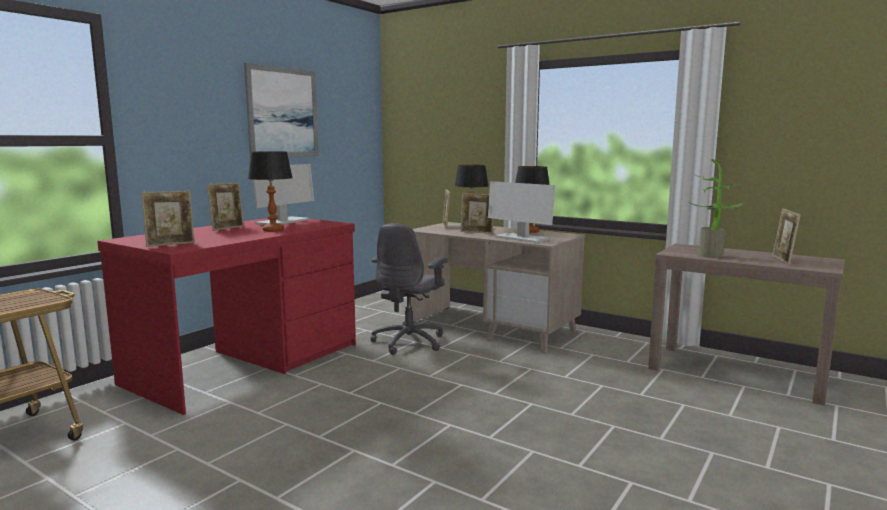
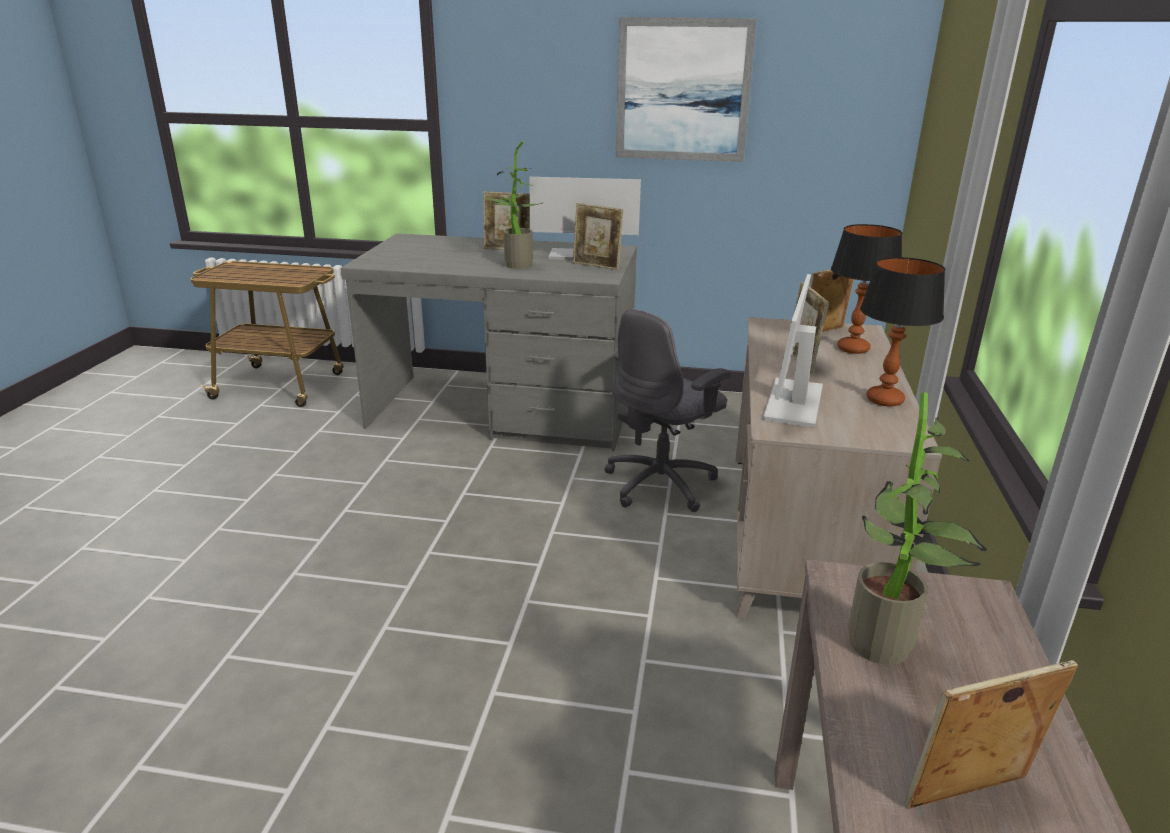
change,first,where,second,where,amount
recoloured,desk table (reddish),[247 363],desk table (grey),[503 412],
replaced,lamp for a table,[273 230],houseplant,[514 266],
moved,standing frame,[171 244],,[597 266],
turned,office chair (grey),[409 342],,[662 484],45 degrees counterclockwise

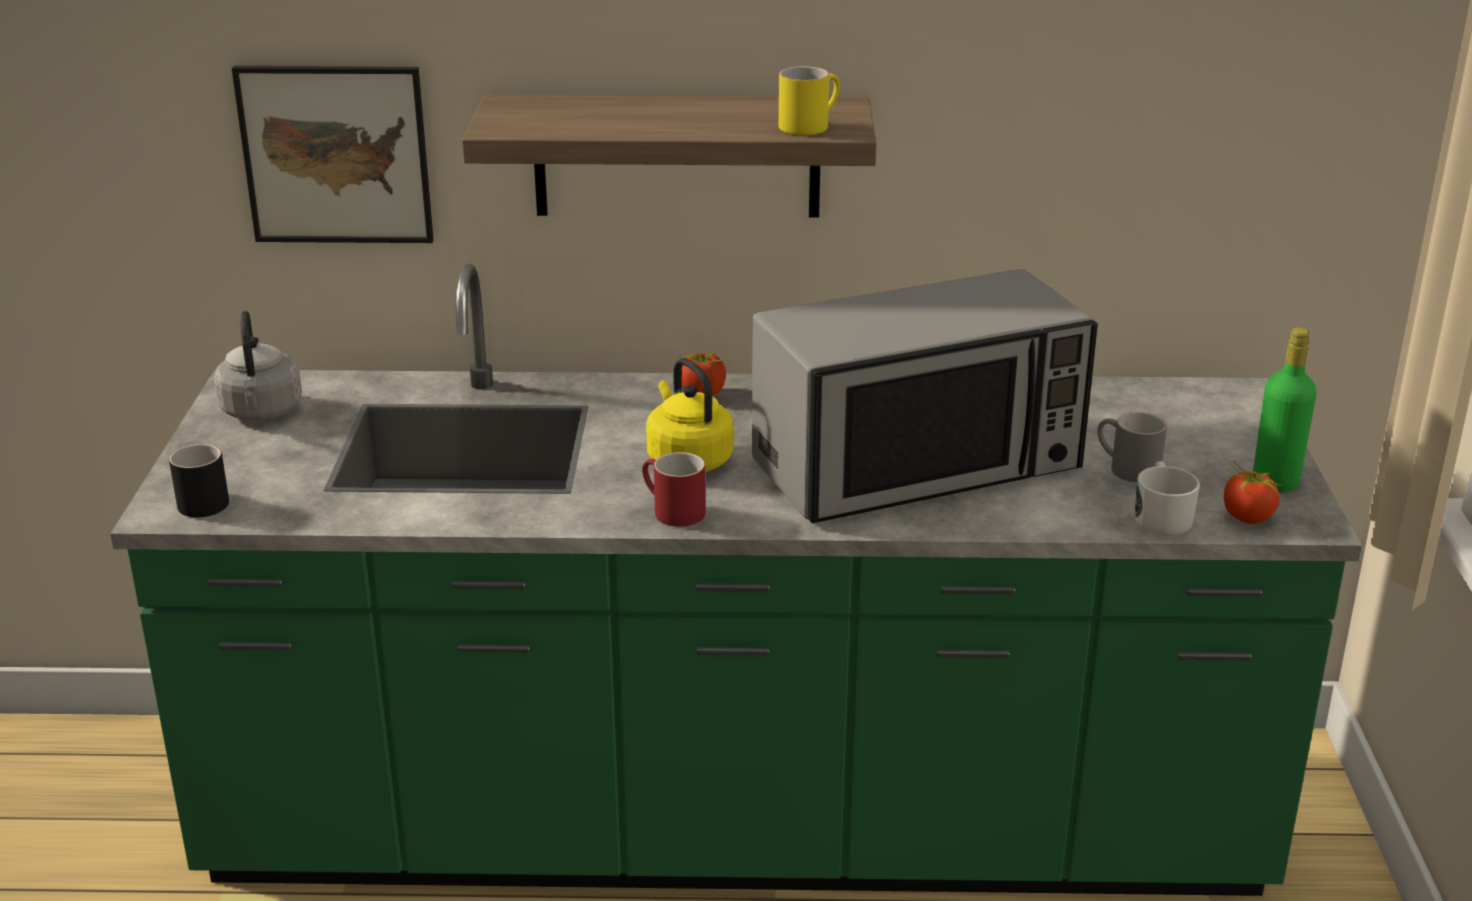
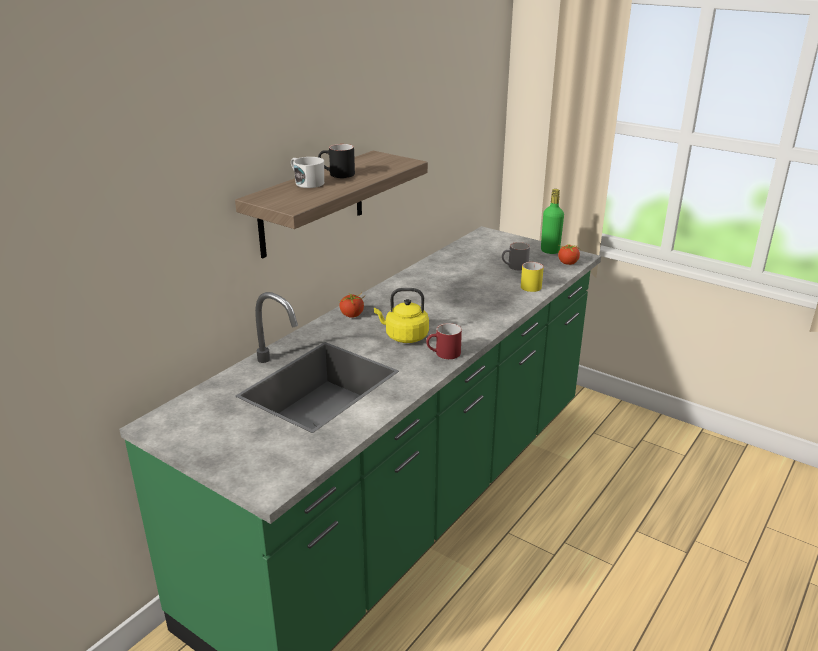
change,first,where,second,where,amount
moved,mug (white-coloured),[1161 516],,[307 183],
moved,mug (black),[197 501],,[337 174],
moved,mug (yellow-coloured),[809 125],,[529 285],
removed,water kettle (grey),[261 412],,,
removed,wall art,[336 154],,,
removed,kitchen microwave,[919 466],,,

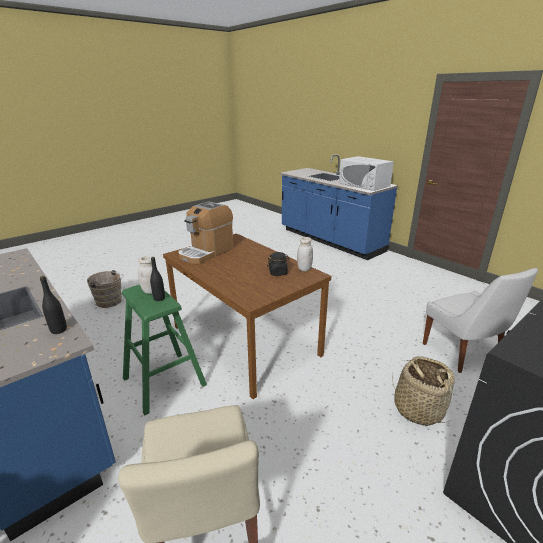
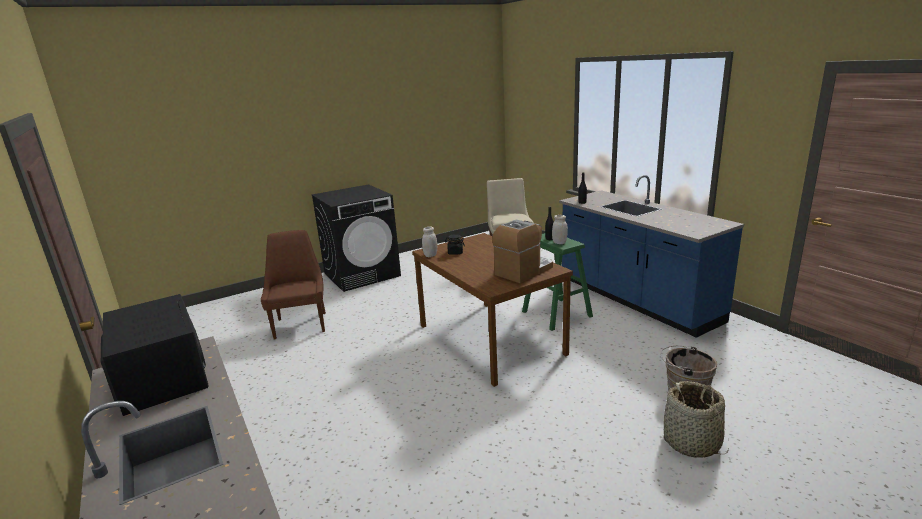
change,first,where,second,where,amount
recoloured,kitchen microwave (white-coloured),[364 184],kitchen microwave (black),[162 375],
recoloured,plain chair (white-coloured),[463 353],plain chair (brown-coloured),[301 324],
moved,storage basket,[418 409],,[692 443],

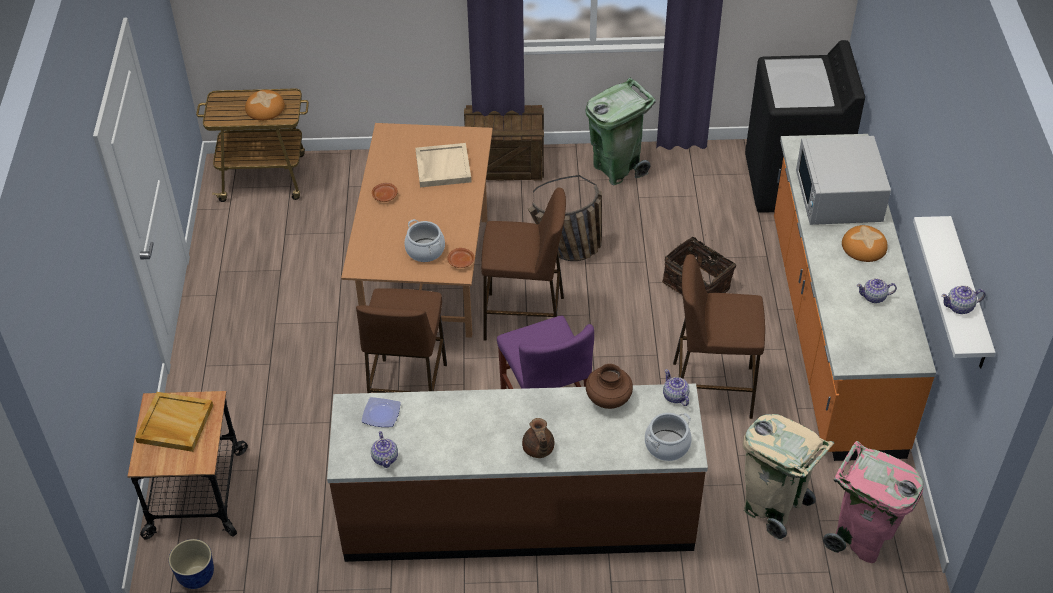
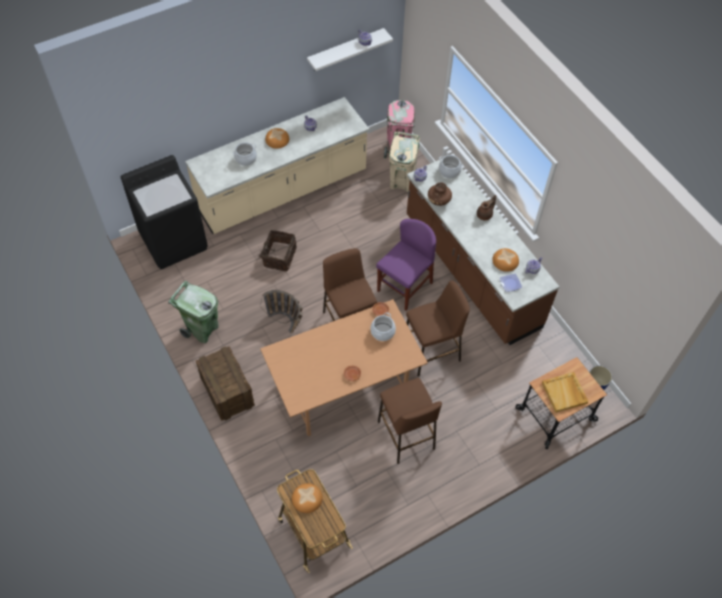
change,first,where,second,where,amount
recoloured,counter (orangey),[832 334],counter (beige-coloured),[283 191],
replaced,kitchen microwave (white-coloured),[838 197],saucepot,[245 158],
moved,sitting stool (brown-coloured),[711 390],,[406 435],
added,,,baked bread,[505 261],
removed,serving tray (beige-coloured),[442 167],,,

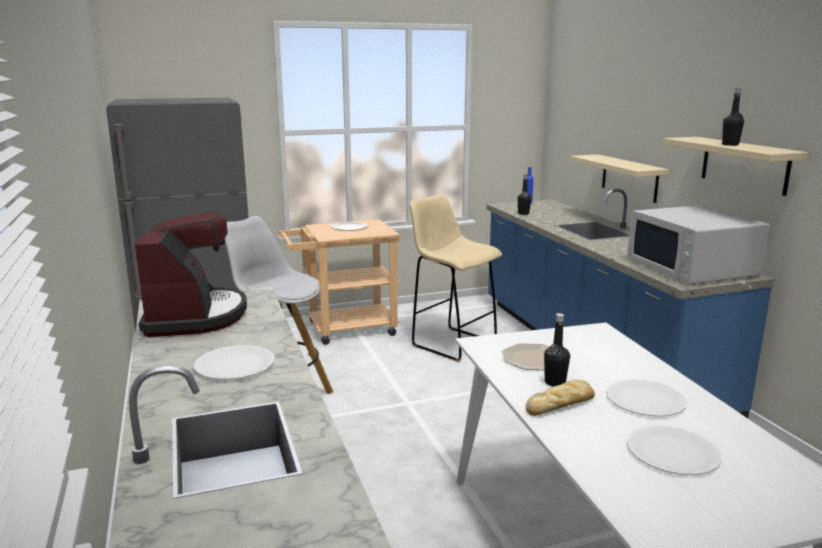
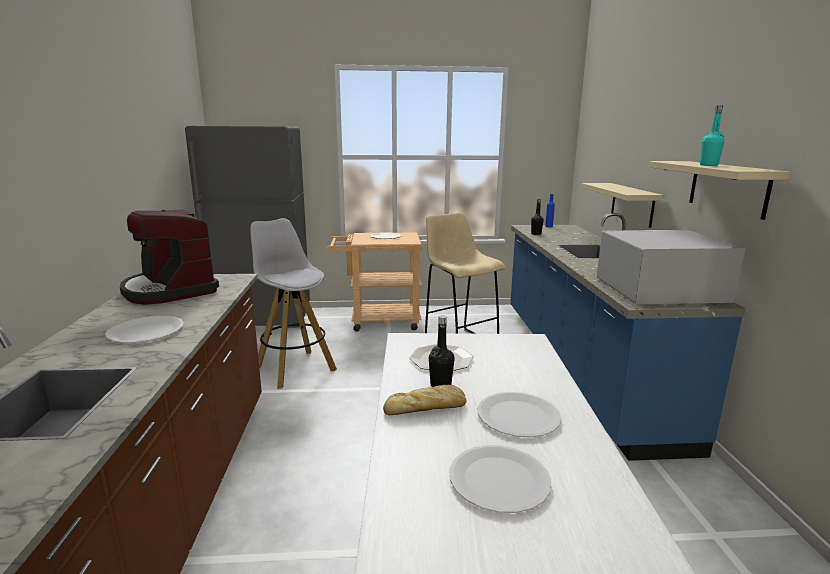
change,first,where,second,where,amount
turned,coffee machine,[194 316],,[170 290],135 degrees clockwise
turned,kitchen microwave (white-coloured),[691 269],,[658 291],90 degrees clockwise
recoloured,bottle (black),[730 144],bottle (turquoise),[708 165],

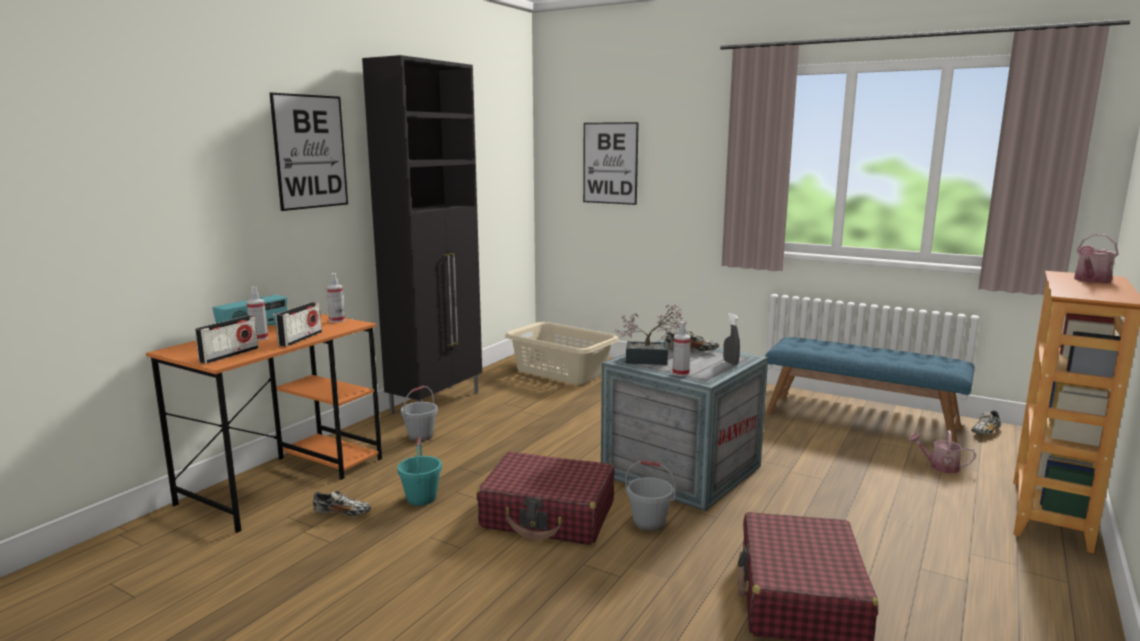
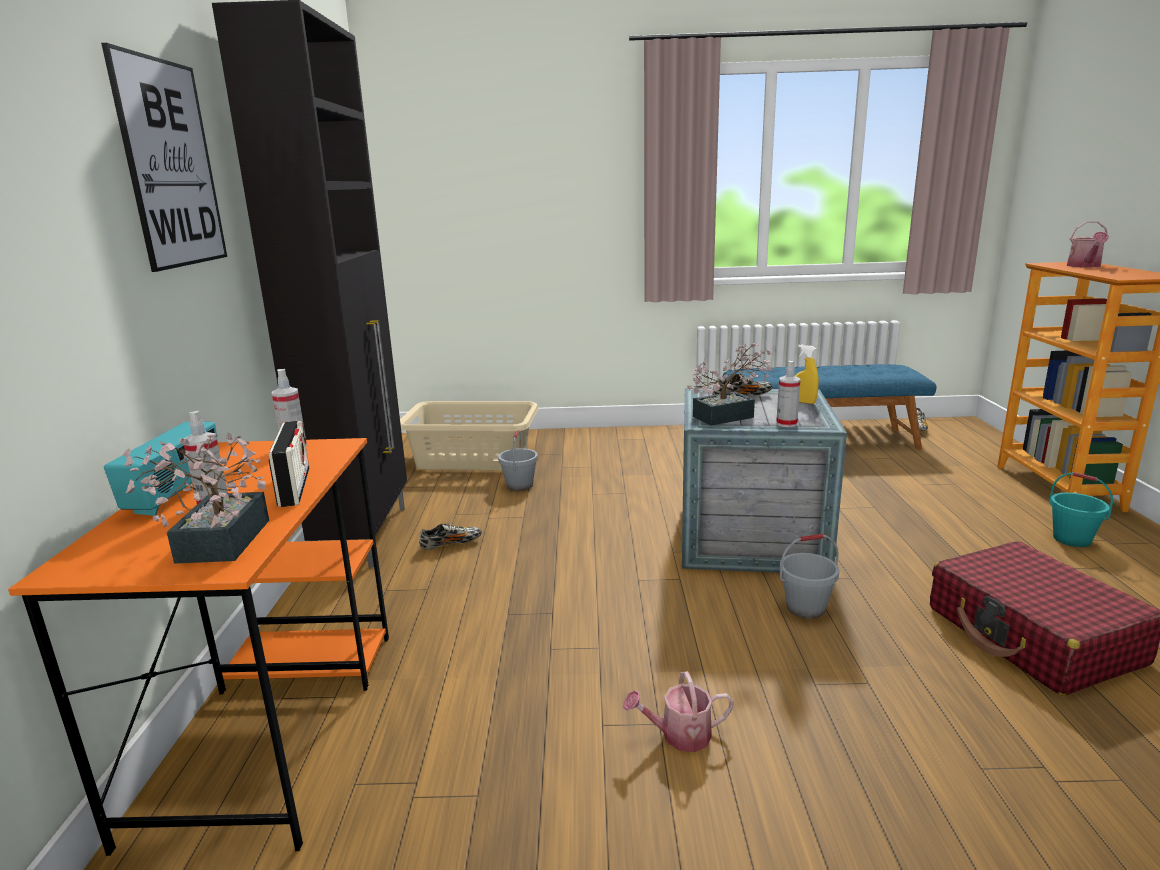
change,first,where,second,where,amount
replaced,radio,[229 355],houseplant,[217 546],
moved,shoe,[342 513],,[451 544],
moved,pail (grey),[420 436],,[519 485],
moved,watering pot,[939 466],,[679 735],
recoloured,hand sprayer (grey),[730 363],hand sprayer (yellow-coloured),[804 402],
moved,pail (turquoise),[421 498],,[1072 539],
removed,piece of luggage (reddish),[548 515],,,
removed,wall art,[610 163],,,

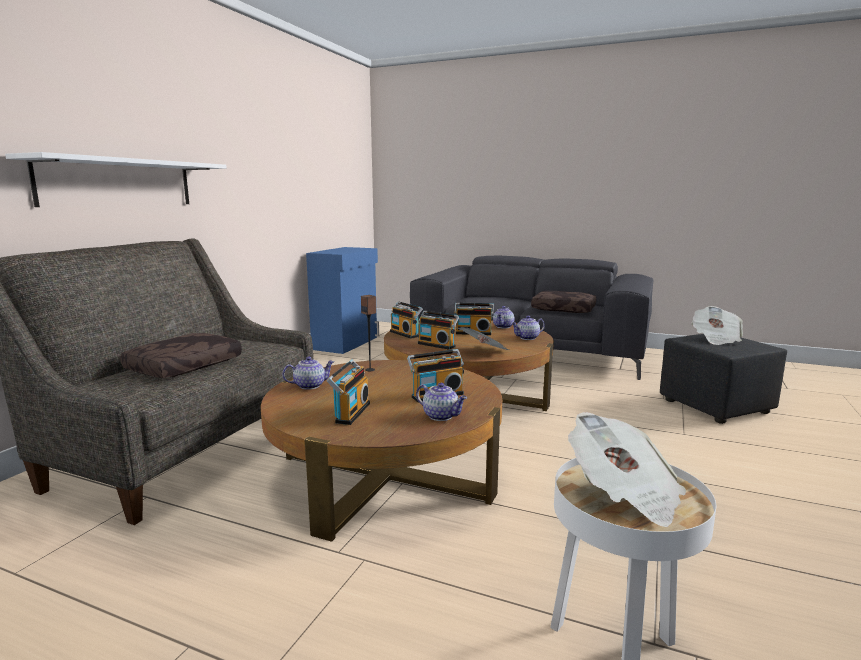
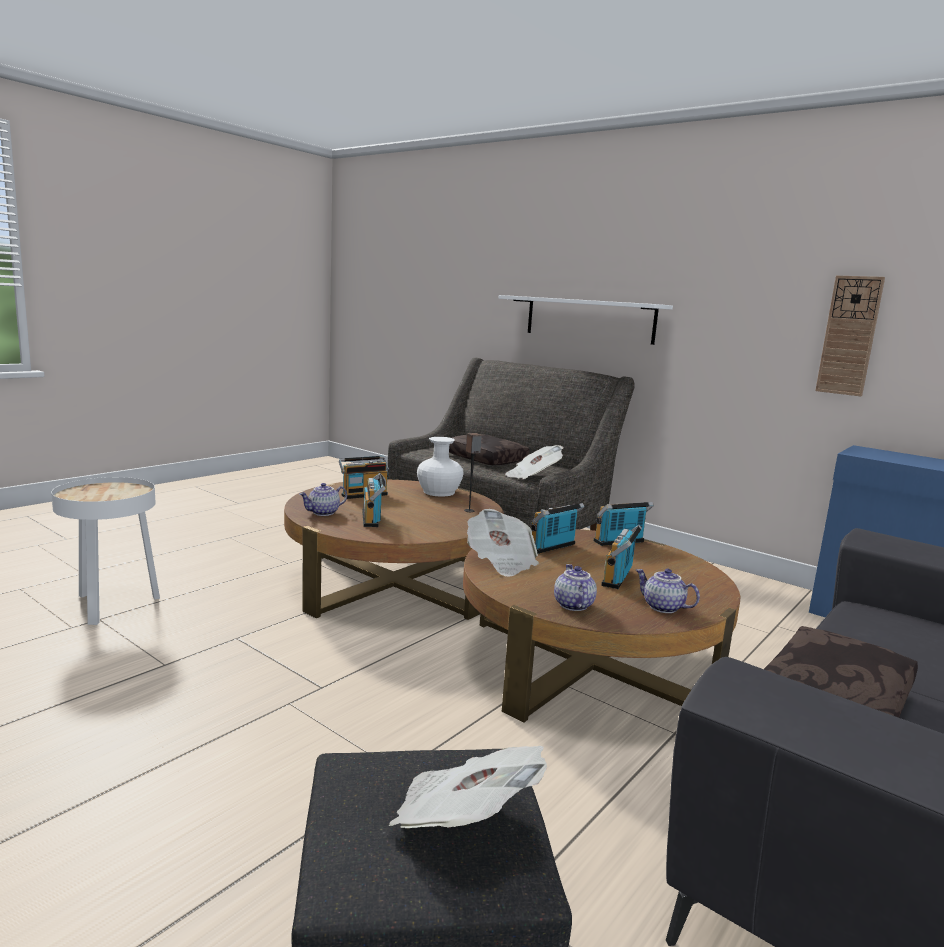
change,first,where,second,where,amount
turned,radio,[350 413],,[363 494],60 degrees counterclockwise
replaced,tea pot,[309 385],decorative vase (white-coloured),[439 492],
moved,daily paper,[624 494],,[533 476],
added,,,wall clock,[849 336],

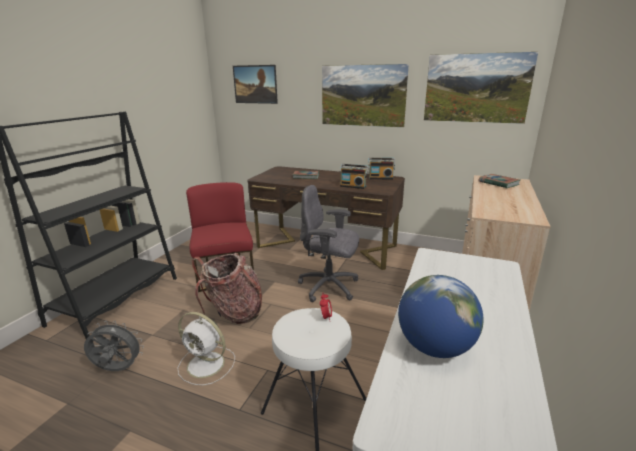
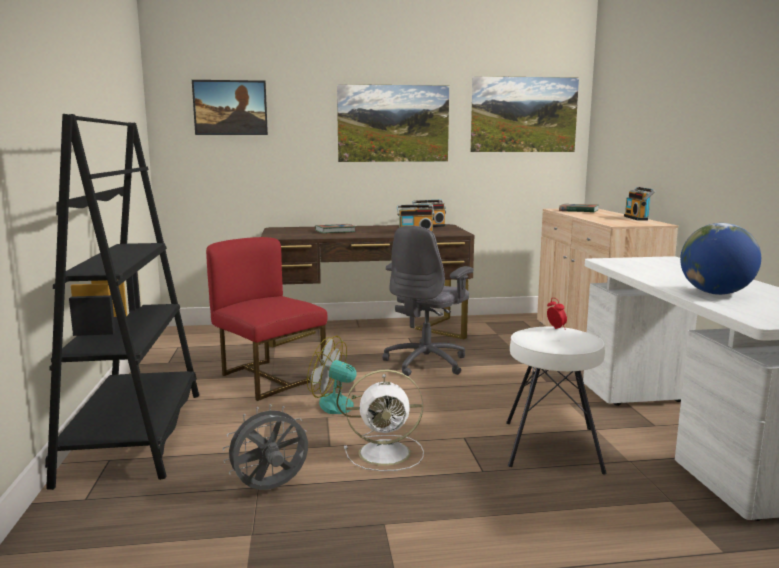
change,first,where,second,where,amount
replaced,knapsack,[234 313],electric fan,[345 407],
turned,office chair (grey),[329 287],,[427 363],45 degrees counterclockwise
added,,,radio,[637 218],

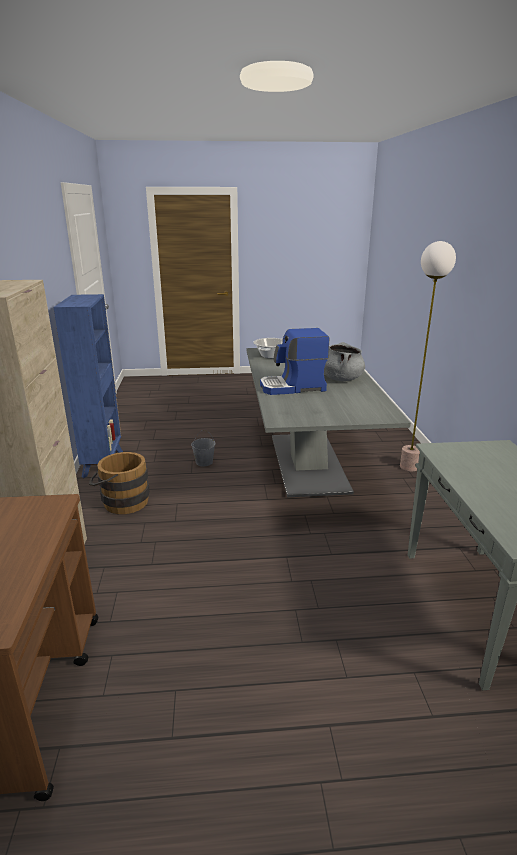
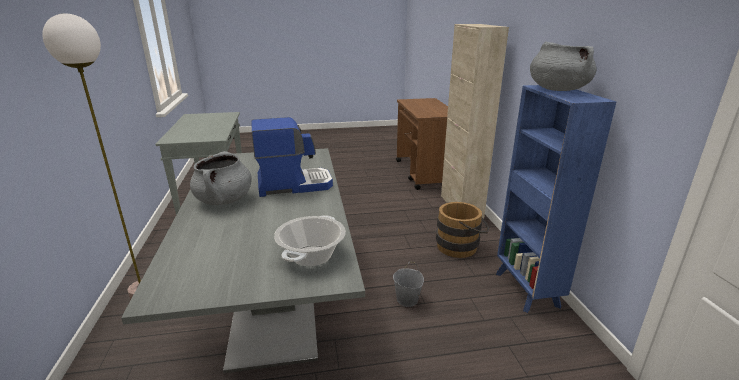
change,first,where,second,where,amount
added,,,saucepot (grey),[557 90],

